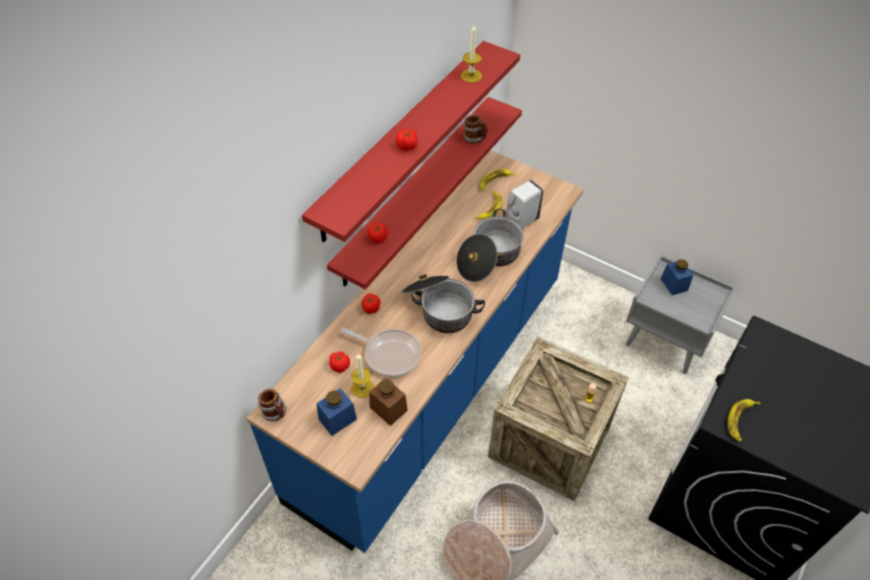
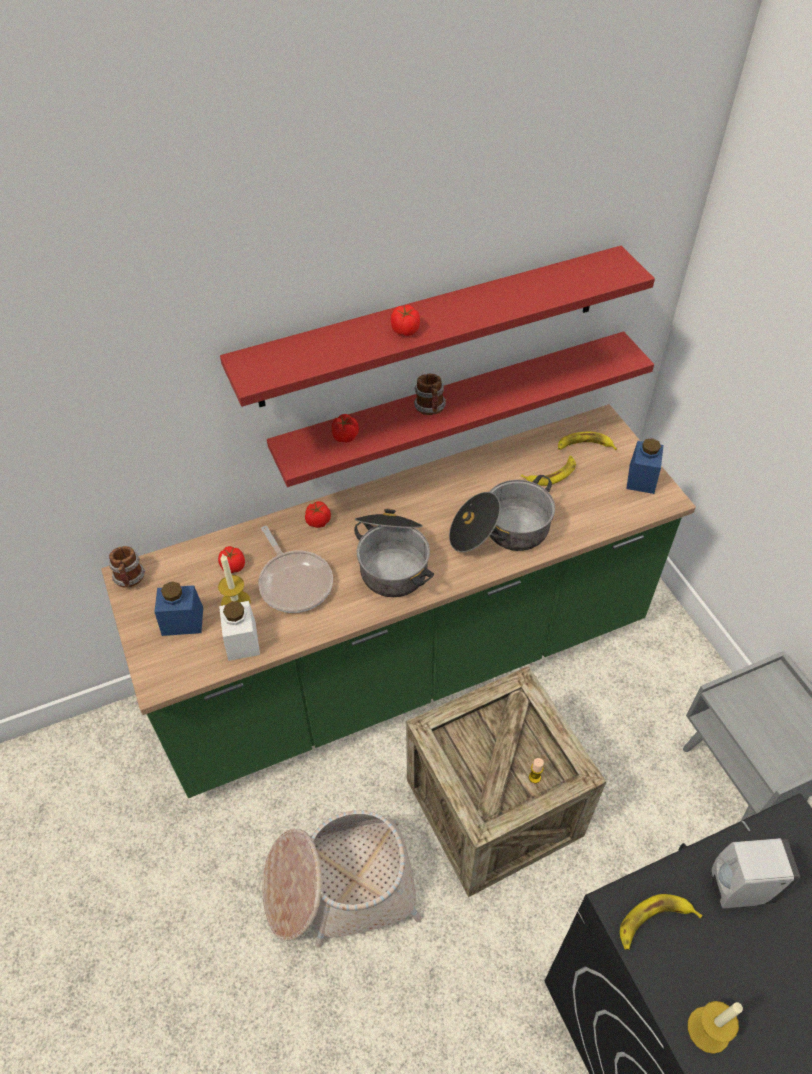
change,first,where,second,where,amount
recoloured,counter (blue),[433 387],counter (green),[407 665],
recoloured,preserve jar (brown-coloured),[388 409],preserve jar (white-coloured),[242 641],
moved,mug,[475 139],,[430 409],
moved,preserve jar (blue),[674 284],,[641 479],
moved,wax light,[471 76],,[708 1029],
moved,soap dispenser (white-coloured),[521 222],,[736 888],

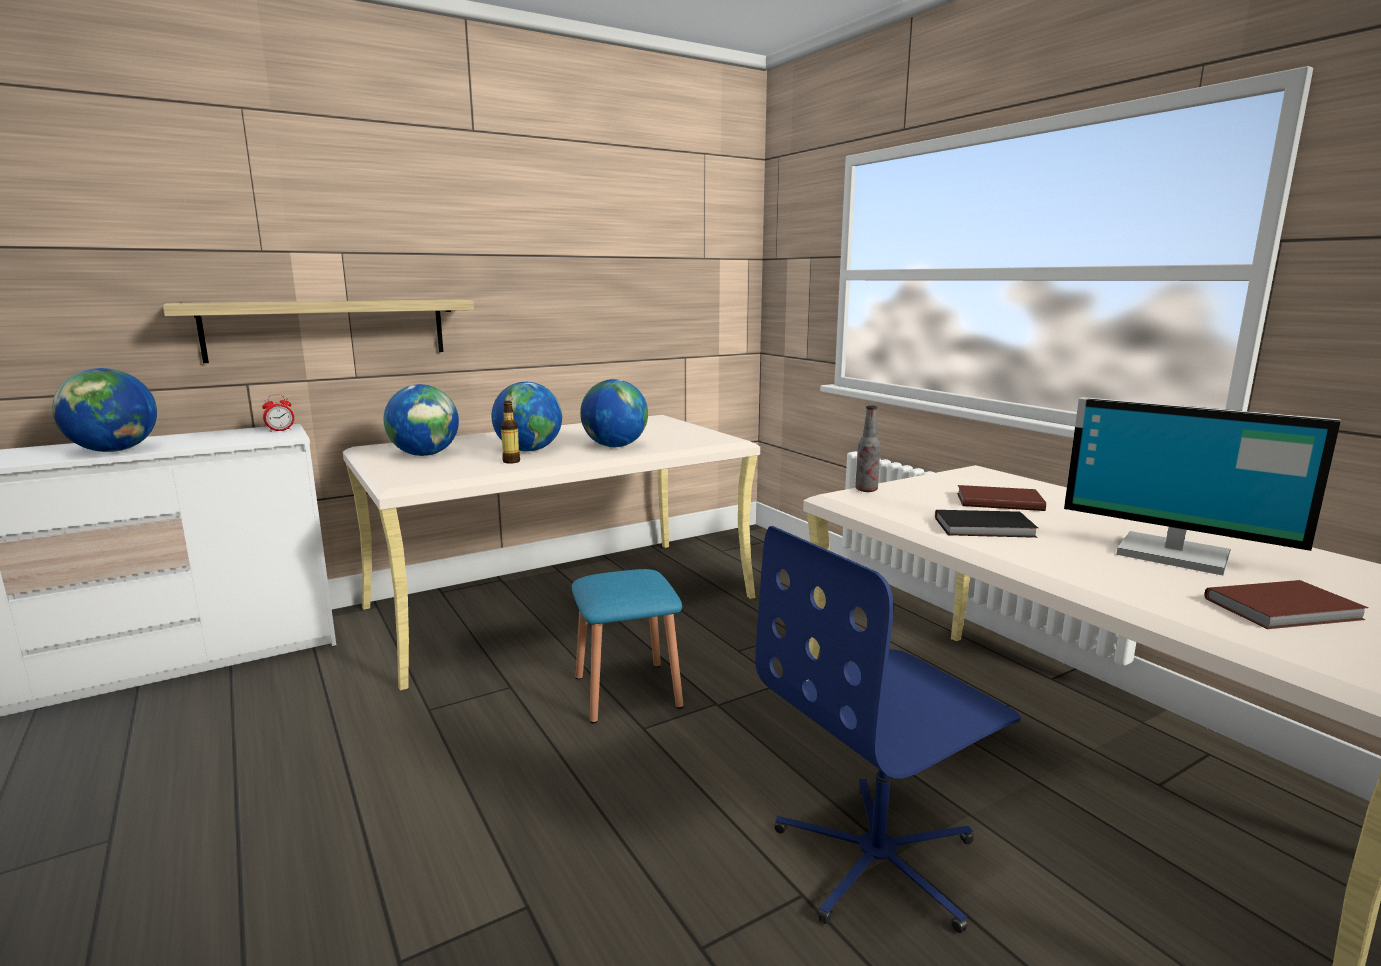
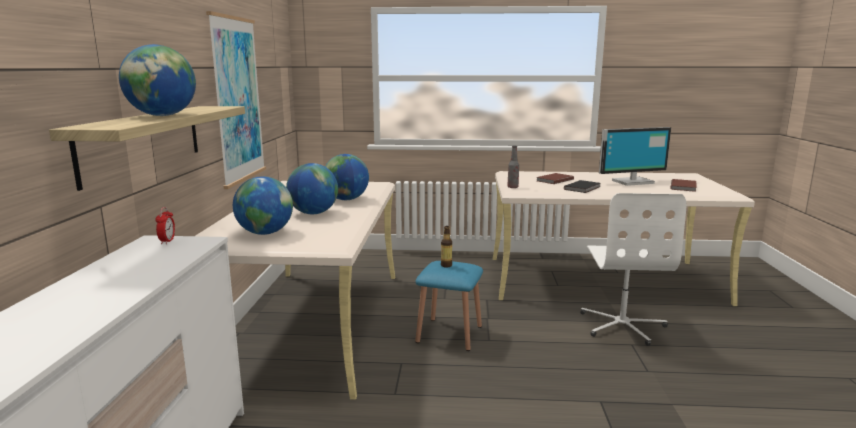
change,first,where,second,where,amount
moved,desk globe,[114 451],,[162 116],
added,,,wall art,[237 100],
moved,bottle,[511 461],,[446 265],
recoloured,office chair (blue),[879 859],office chair (white-coloured),[622 325],

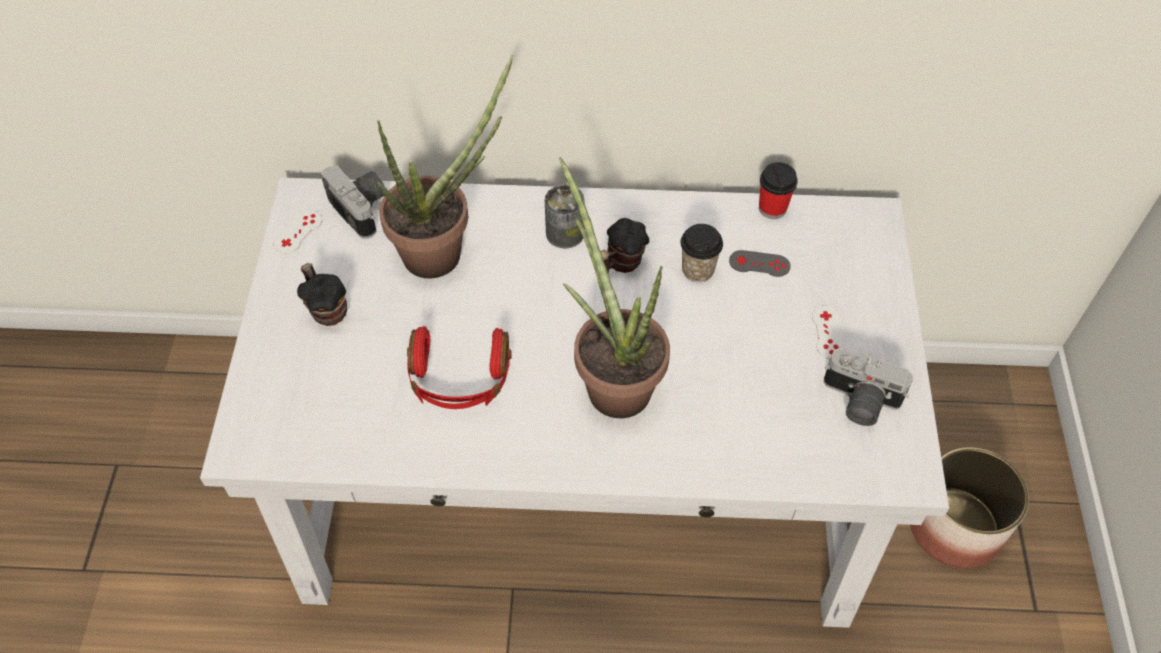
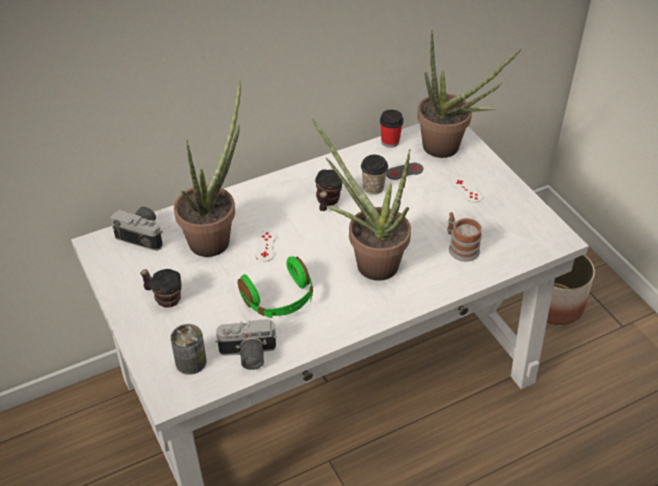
change,first,where,second,where,amount
moved,sealed can,[565 233],,[191 362],
moved,still camera,[858 402],,[247 356],
recoloured,headphones (reddish),[459 379],headphones (green),[279 299],
moved,joypad (white-coloured),[298 232],,[265 246],
added,,,houseplant,[448 149],
added,,,mug,[460 247],

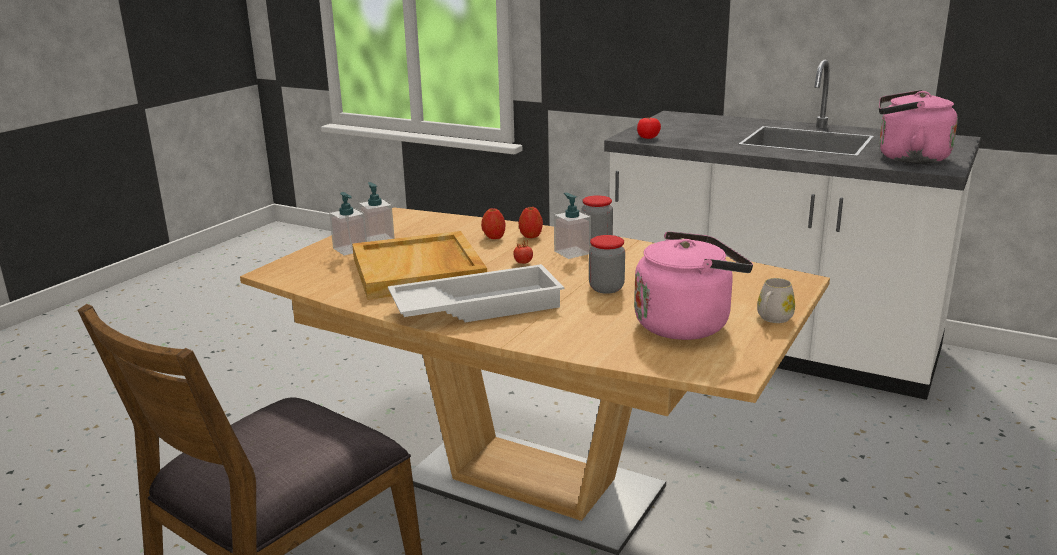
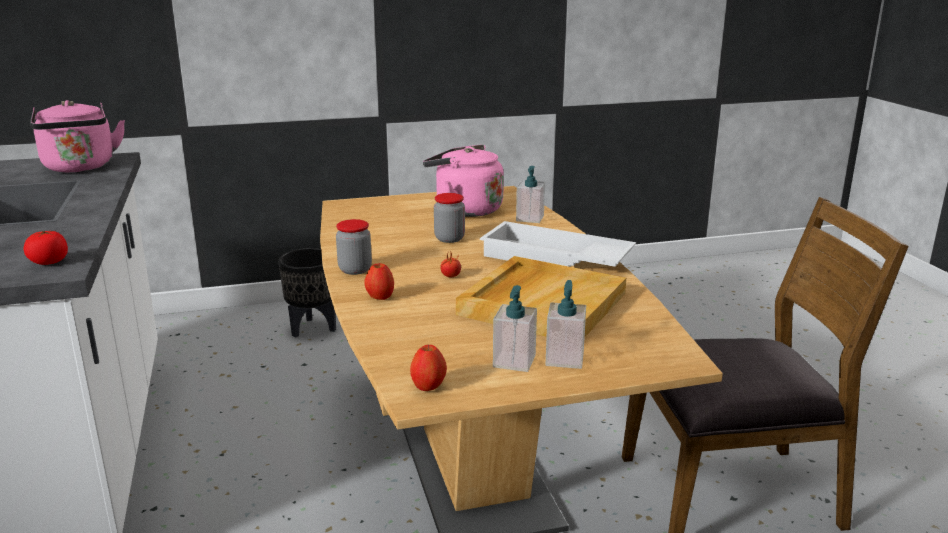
change,first,where,second,where,amount
added,,,flower pot (black),[312 328],
moved,apple fruit,[494 237],,[428 387],
moved,soap dispenser,[572 252],,[530 218],
removed,mug (white-coloured),[772 319],,,

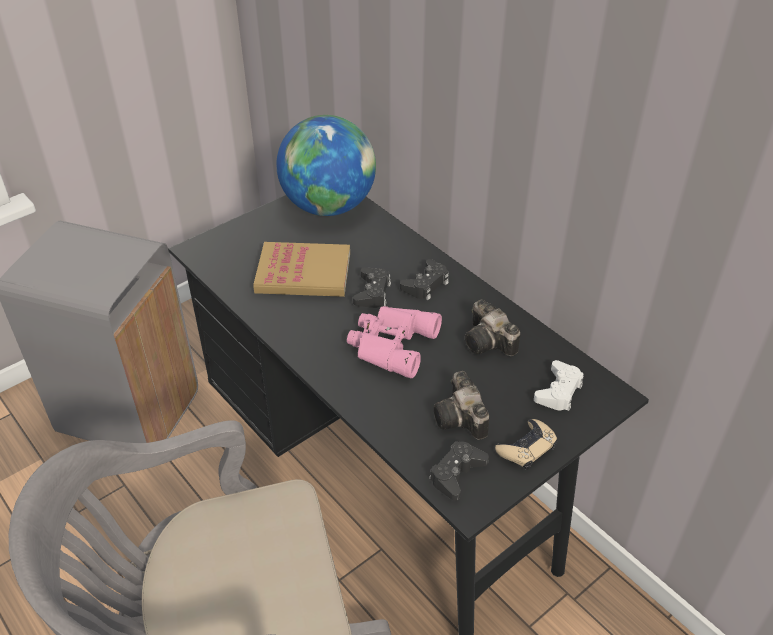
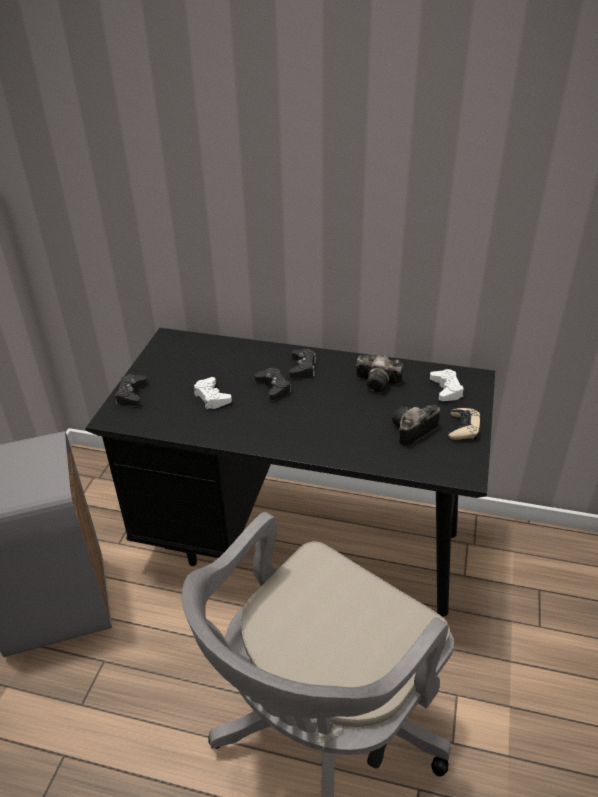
change,first,where,second,where,amount
moved,joypad (black),[457 474],,[131 394],
replaced,book,[303 273],joypad (white-coloured),[212 397],
turned,still camera,[462 420],,[411 432],105 degrees clockwise
removed,desk globe,[328 206],,,
removed,pair of binoculars (pinkish),[390 344],,,

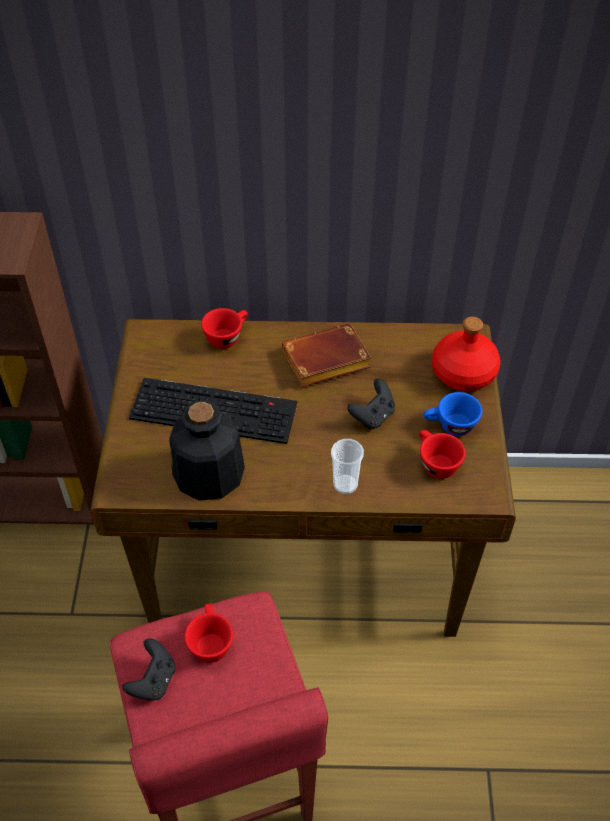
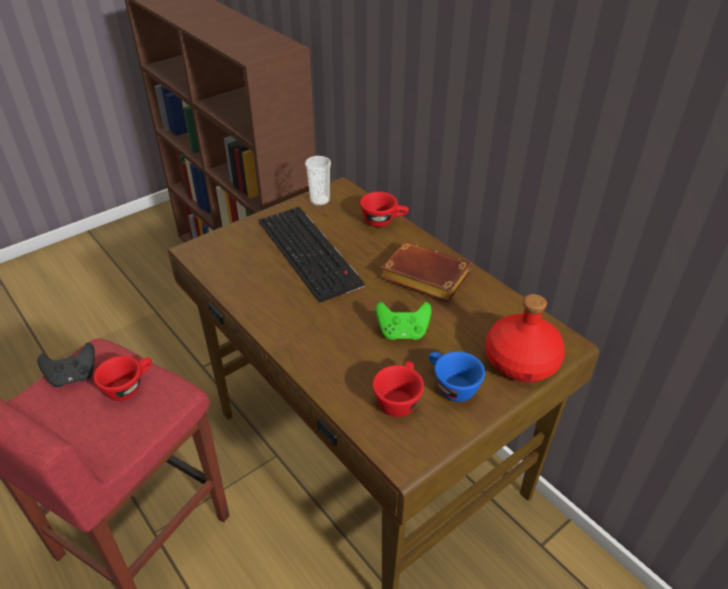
change,first,where,second,where,amount
moved,small cup,[345 484],,[320 200],
recoloured,joypad (black),[373 416],joypad (green),[402 333],
removed,bottle,[209 473],,,

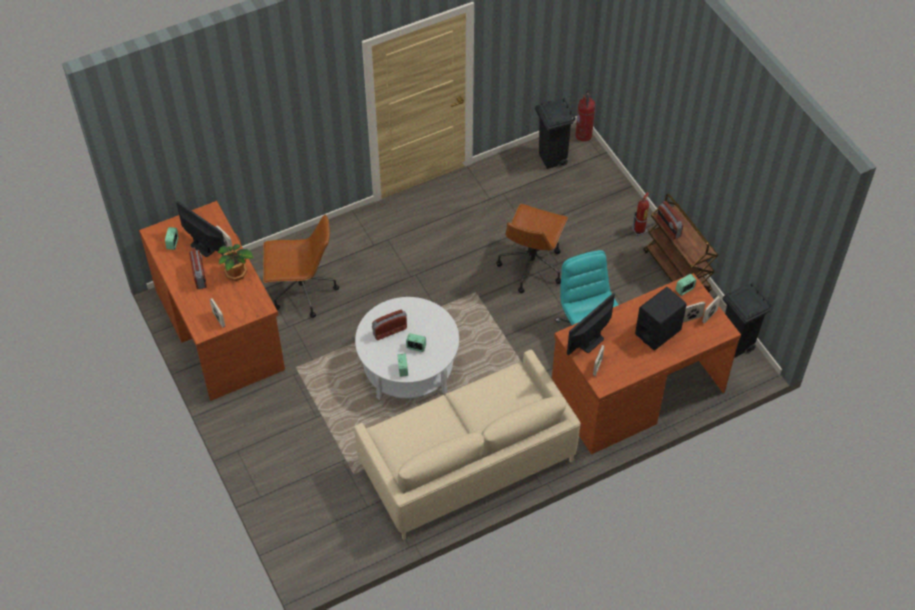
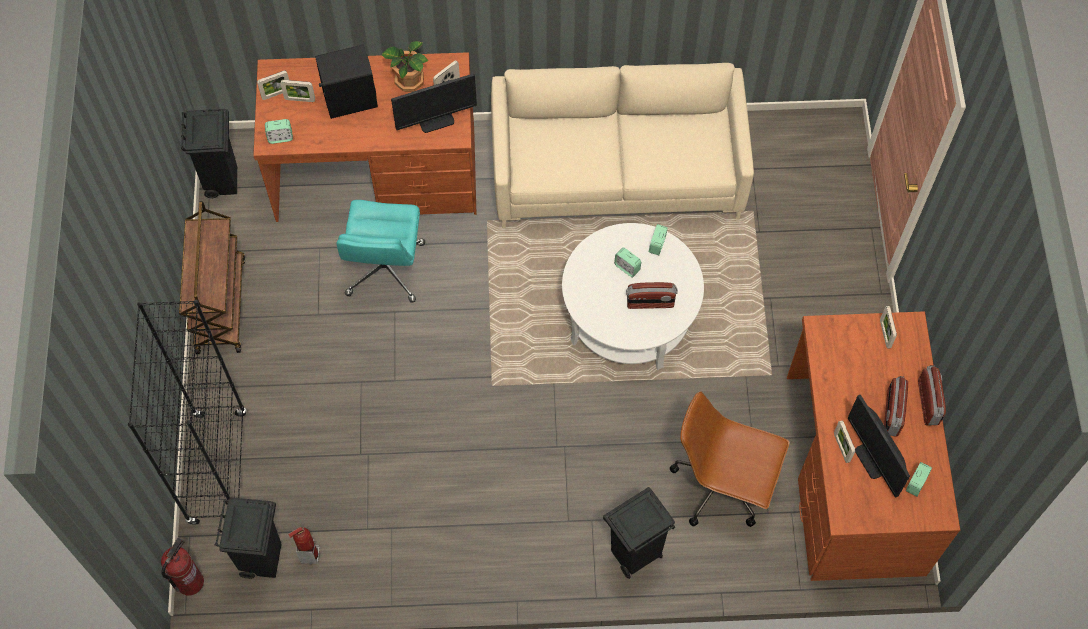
change,first,where,second,where,amount
added,,,bookshelf (black),[218 468],
moved,fire-fighting cylinder,[639 230],,[309 555],
moved,houseplant,[236 273],,[409 80],
added,,,rubbish bin (black),[634 555],
moved,radio,[668 227],,[928 402],
removed,office chair (brown-coloured),[531 266],,,

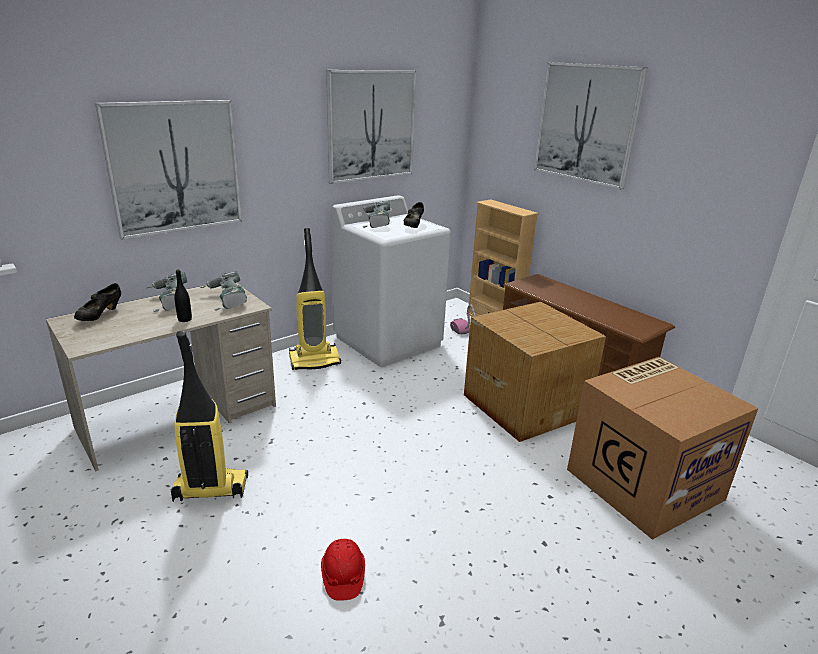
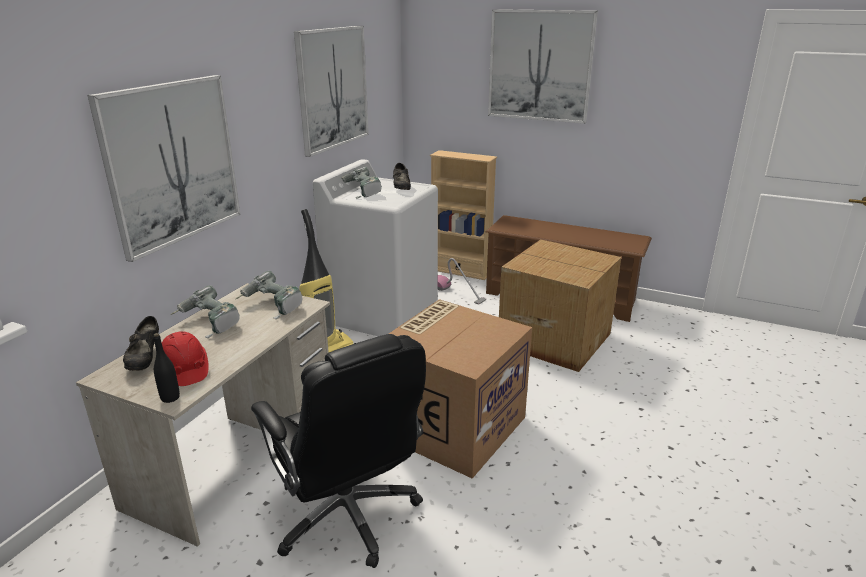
change,first,where,second,where,amount
moved,bottle (black),[185 319],,[170 398],
moved,hard hat (reddish),[343 576],,[185 370],
replaced,vacuum,[210 490],office chair (black),[348 515],
moved,cardboard box,[643 482],,[453 425],

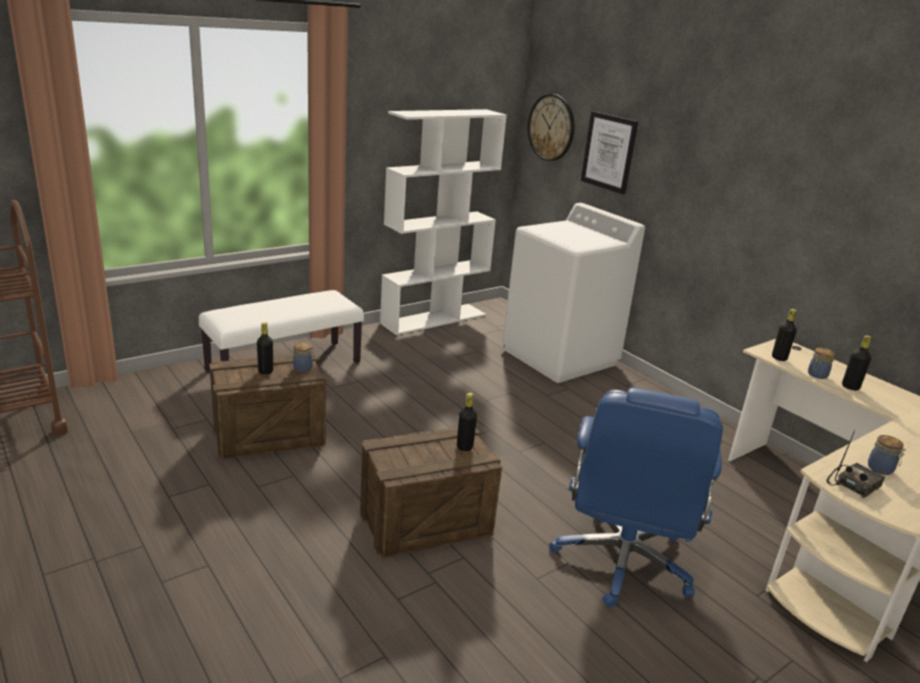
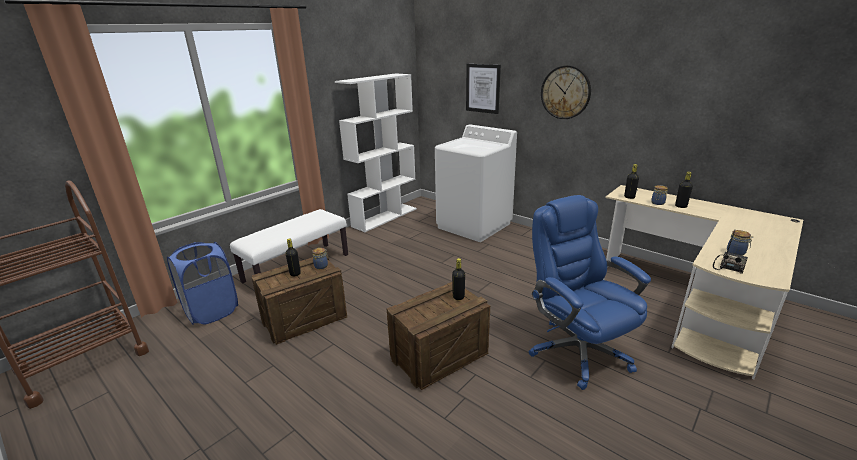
change,first,where,second,where,amount
added,,,laundry basket (blue),[212 311],
turned,office chair (blue),[622 561],,[577 350],150 degrees clockwise
moved,wall clock,[551 127],,[565 92],

